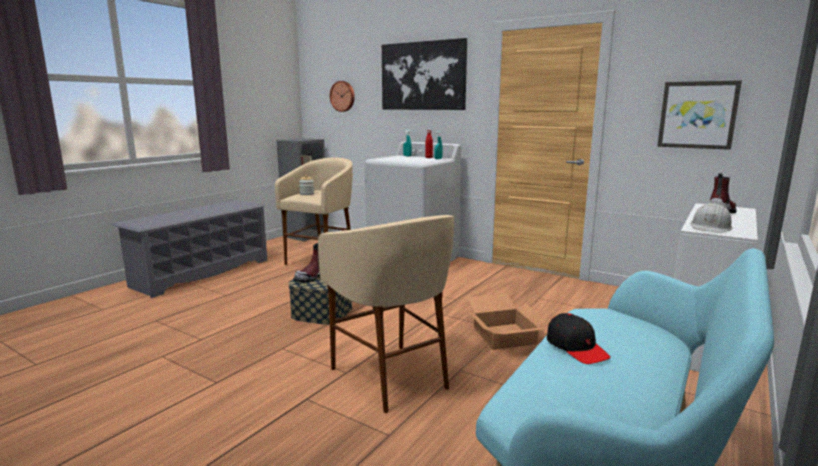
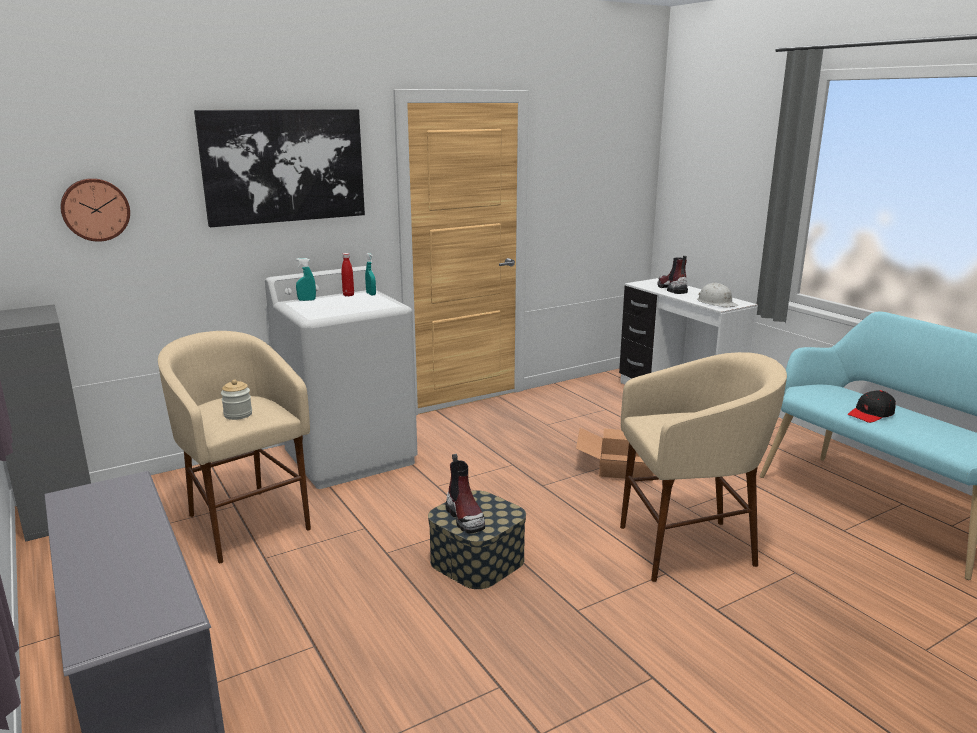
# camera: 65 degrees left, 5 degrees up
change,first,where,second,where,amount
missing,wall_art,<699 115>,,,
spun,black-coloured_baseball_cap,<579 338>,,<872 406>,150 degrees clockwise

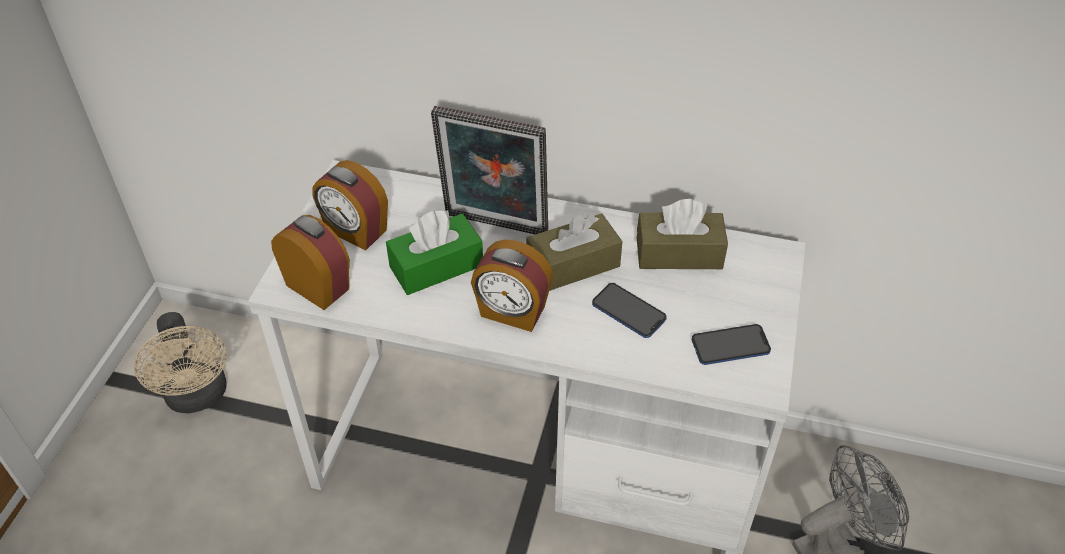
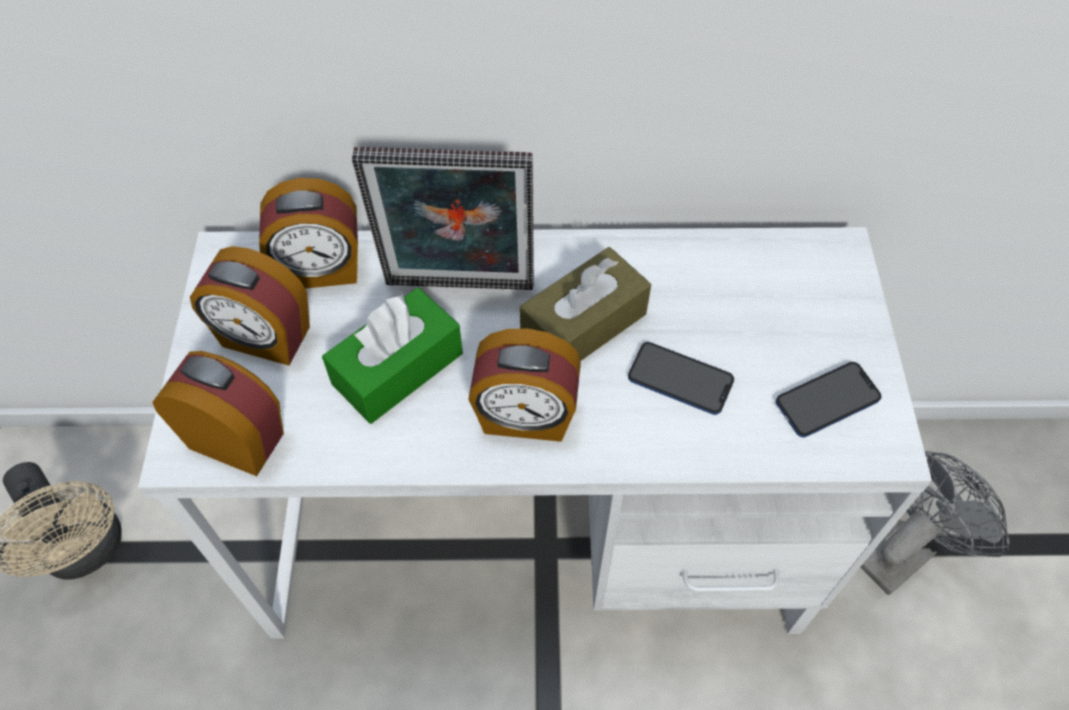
# camera: 15 degrees left, 10 degrees up
change,first,where,second,where,amount
missing,brown-coloured_box_of_tissues,<682 234>,,,
appeared,,,table_clock,<308 233>,

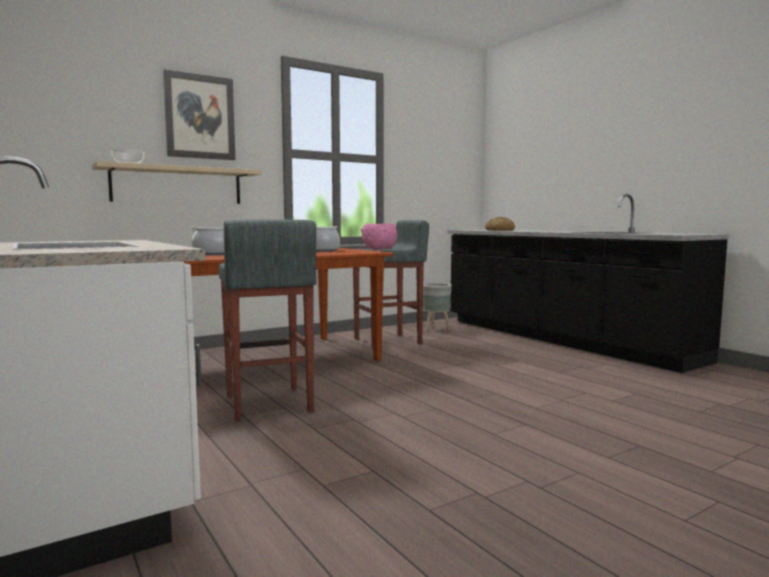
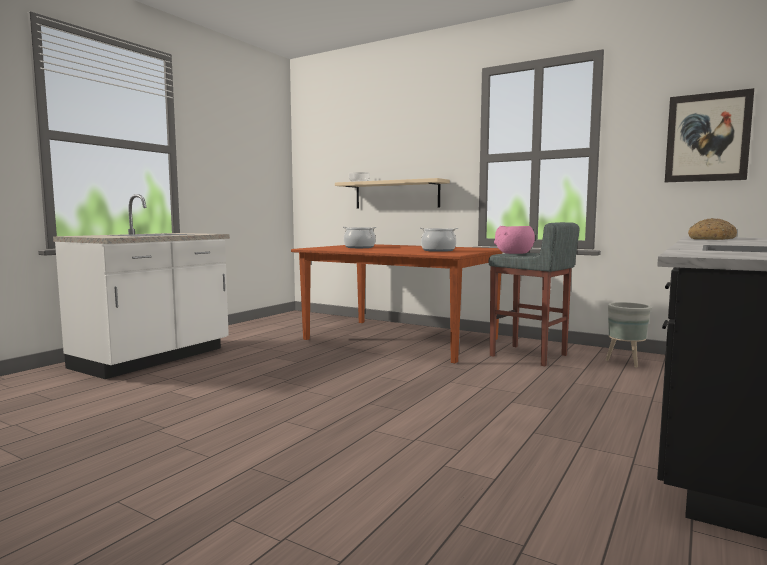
# camera: 65 degrees right, 0 degrees up
change,first,where,second,where,amount
missing,greyish_stool_seat,<267 320>,,,
relocated,wall_art,<199 114>,,<709 135>,

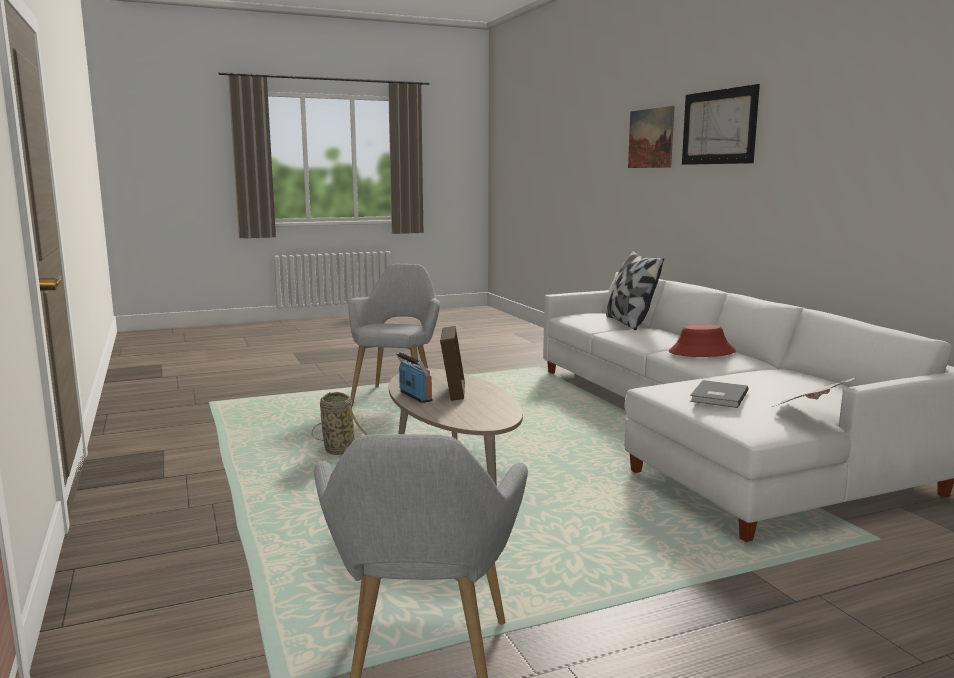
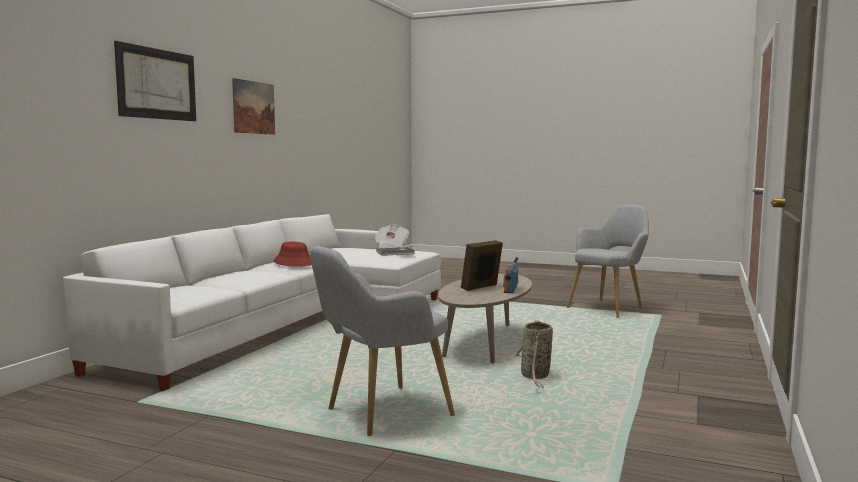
# camera: 135 degrees left, 5 degrees down
change,first,where,second,where,amount
missing,throw_pillow,<635 290>,,,
relocated,wall_art,<651 137>,,<253 106>,

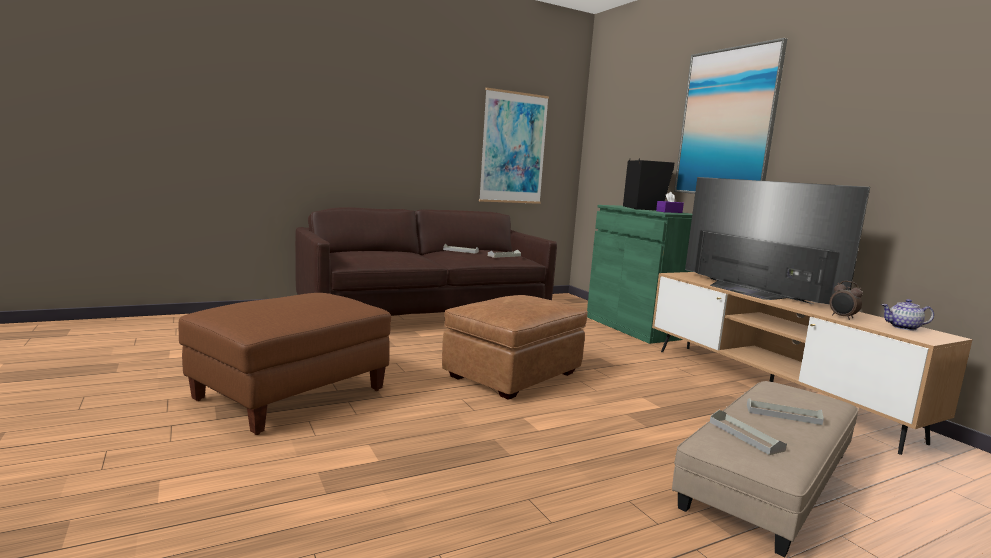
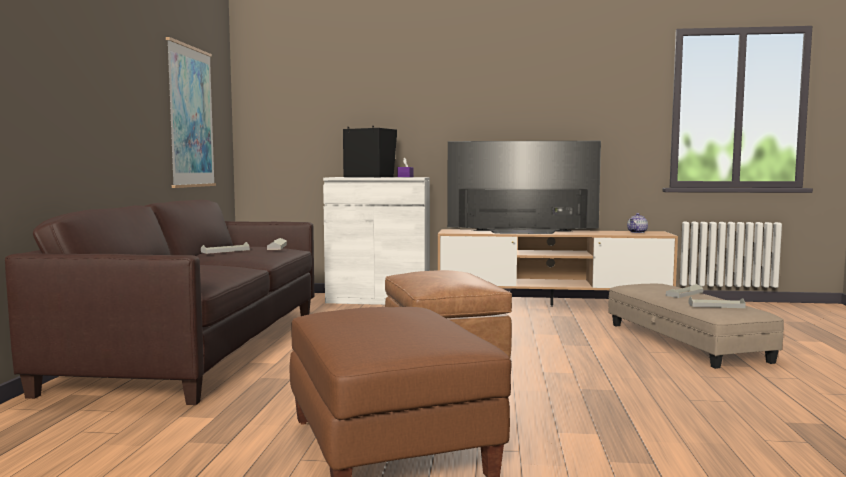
# camera: 55 degrees left, 5 degrees down
change,first,where,second,where,amount
missing,wall_art,<730 116>,,,
missing,table_clock,<846 300>,,,
colour,greenish_storage_cabinet,<639 274>,white_storage_cabinet,<376 241>,

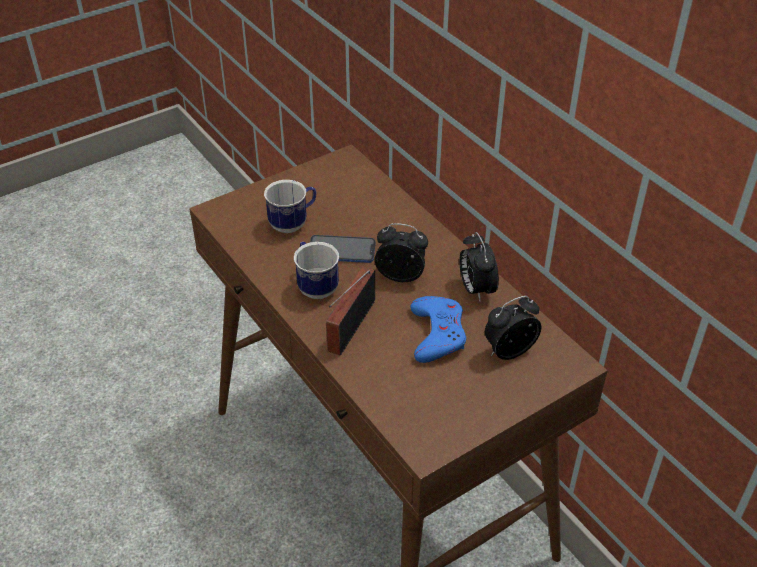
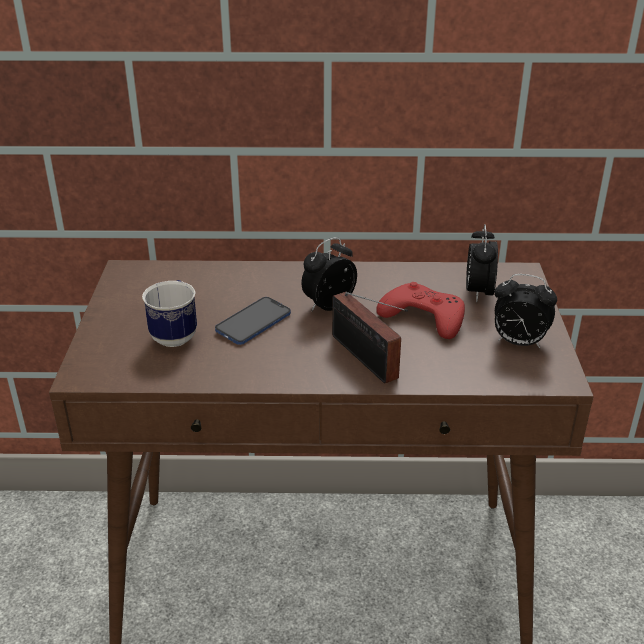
# camera: 55 degrees left, 10 degrees down
change,first,where,second,where,amount
missing,tea_mug,<316 270>,,,
relocated,table_clock,<479 267>,,<526 311>,
colour,blue_joypad,<438 329>,reddish_joypad,<420 310>,

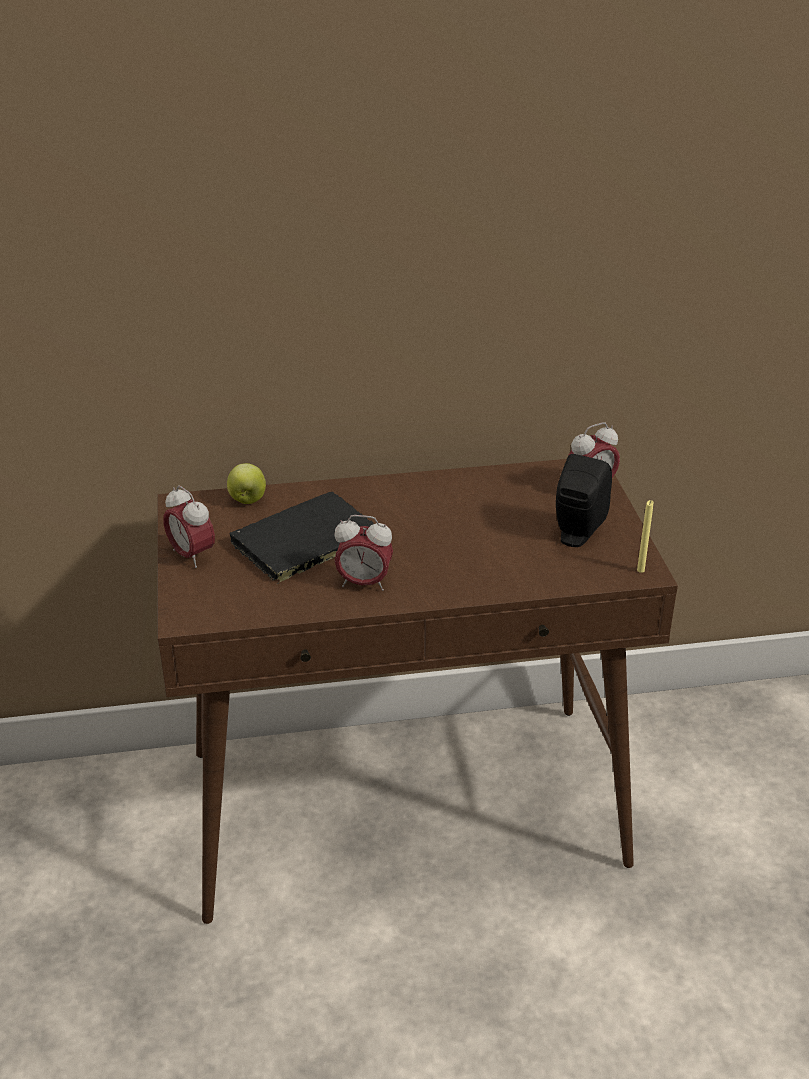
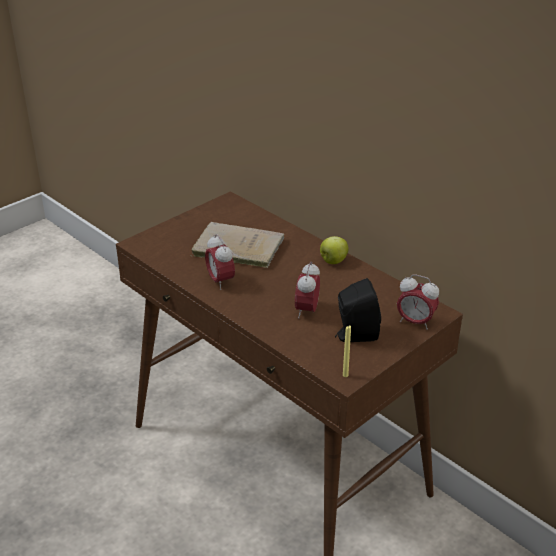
# camera: 55 degrees right, 0 degrees up
change,first,where,second,where,amount
relocated,table_clock,<189 526>,,<307 290>,
relocated,apple,<246 483>,,<334 250>,
colour,black-coloured_volume,<301 538>,beige_volume,<238 245>,

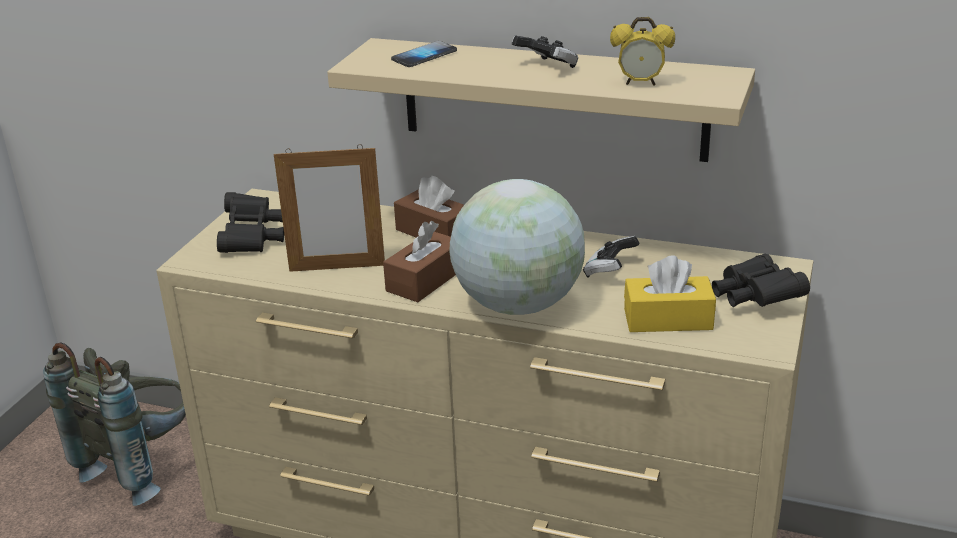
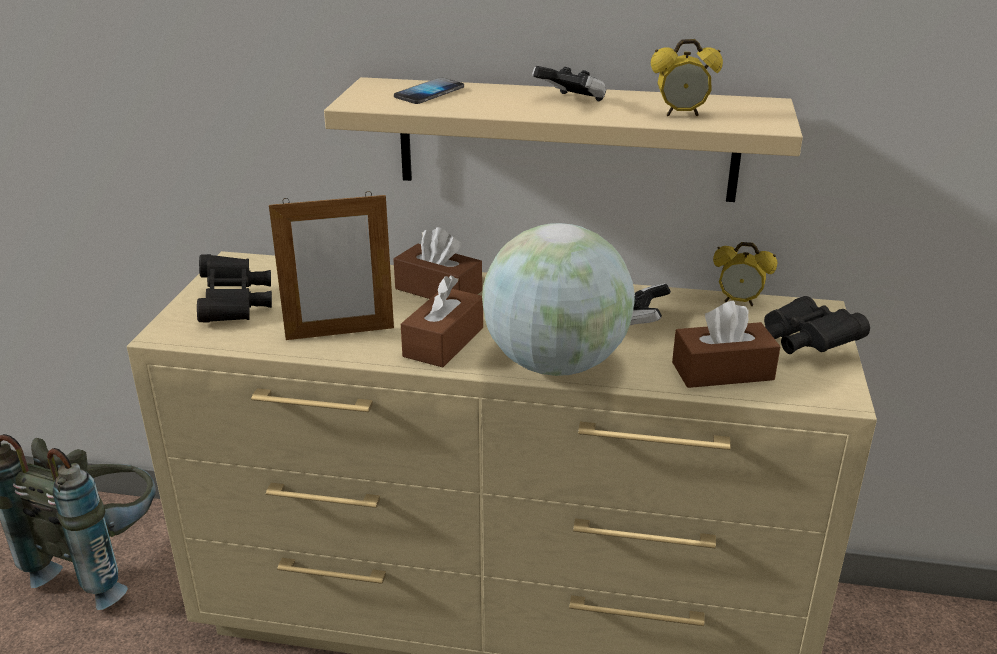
# camera: 10 degrees left, 0 degrees up
change,first,where,second,where,amount
appeared,,,table_clock,<745 274>,
colour,yellow-coloured_box_of_tissues,<670 293>,brown-coloured_box_of_tissues,<726 344>,

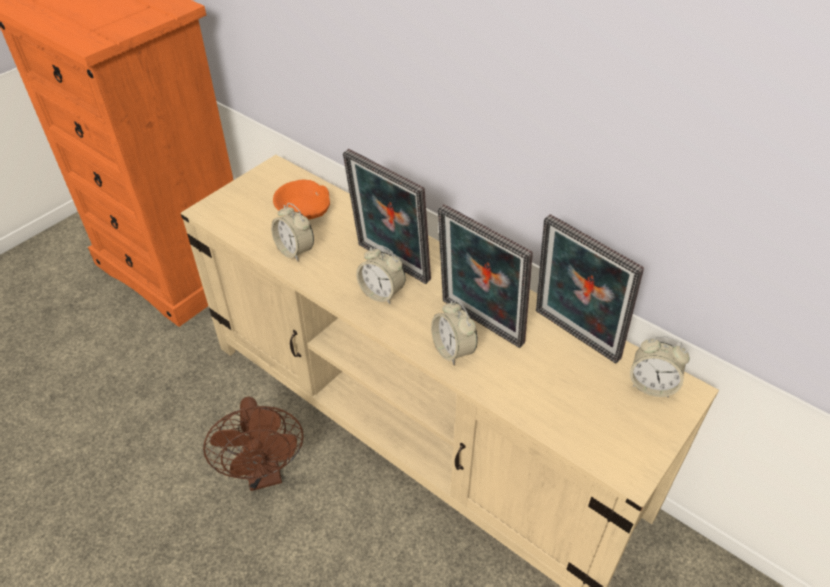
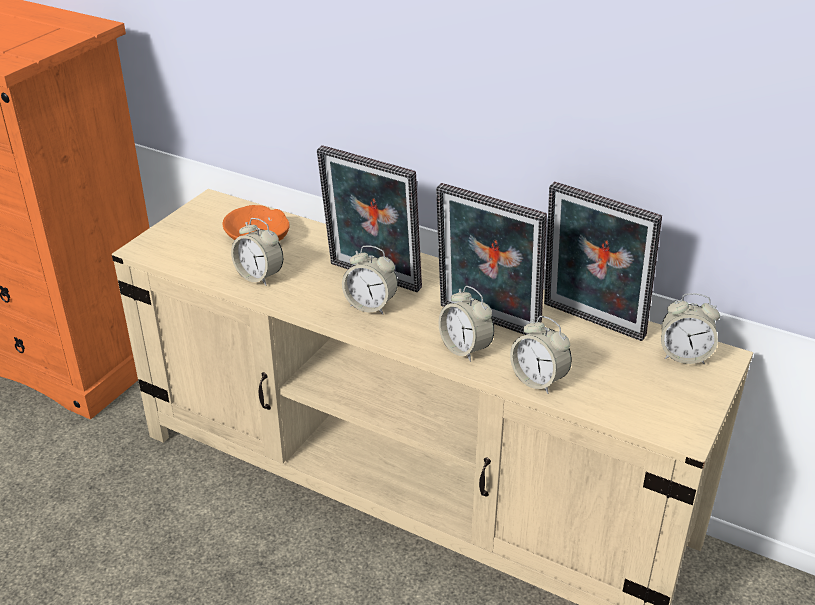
# camera: 10 degrees left, 10 degrees down
change,first,where,second,where,amount
missing,brown-coloured_electric_fan,<253 444>,,,
appeared,,,table_clock,<541 355>,

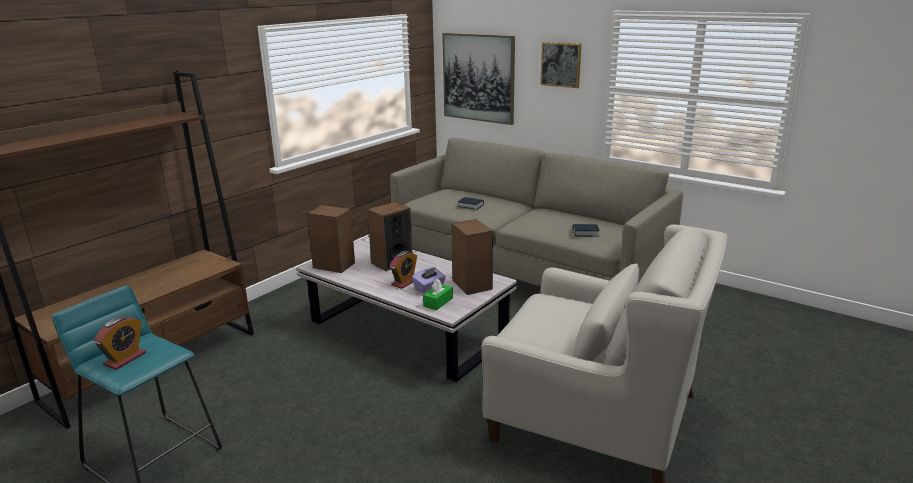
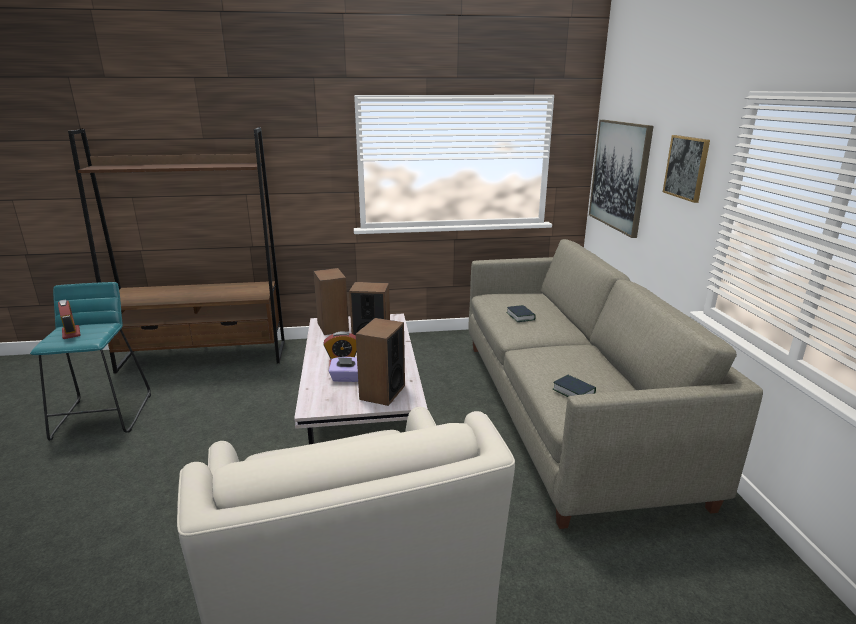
# camera: 45 degrees right, 0 degrees up
change,first,where,second,where,amount
missing,greenish_box_of_tissues,<438 294>,,,
spun,table_clock,<120 343>,,<69 319>,105 degrees counterclockwise

